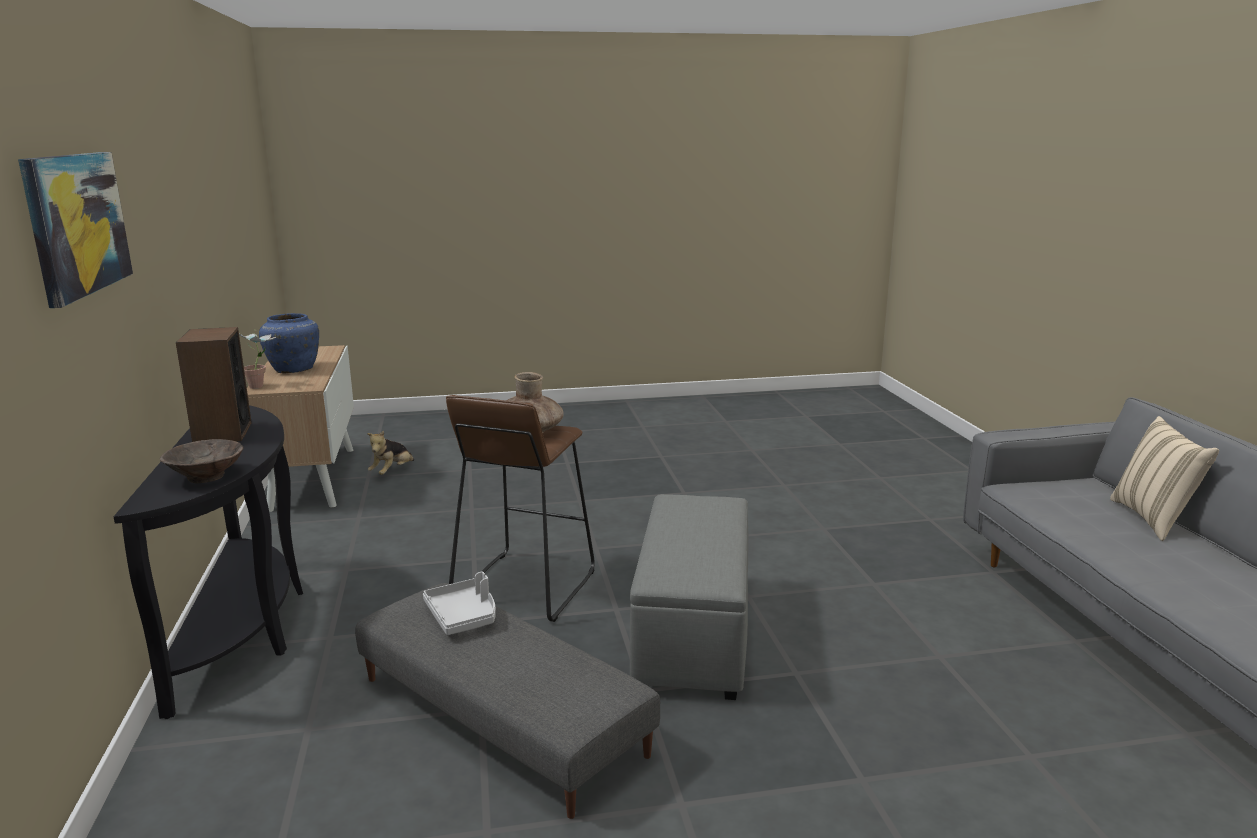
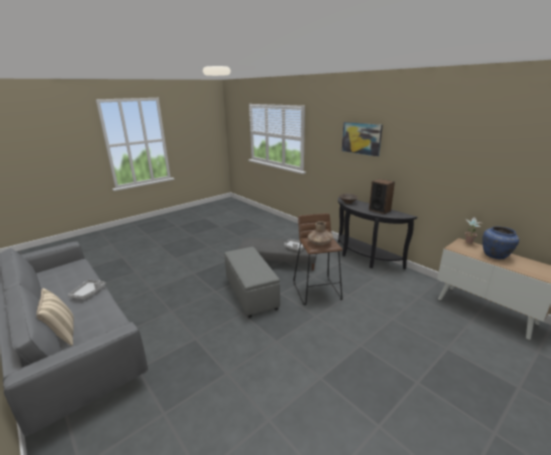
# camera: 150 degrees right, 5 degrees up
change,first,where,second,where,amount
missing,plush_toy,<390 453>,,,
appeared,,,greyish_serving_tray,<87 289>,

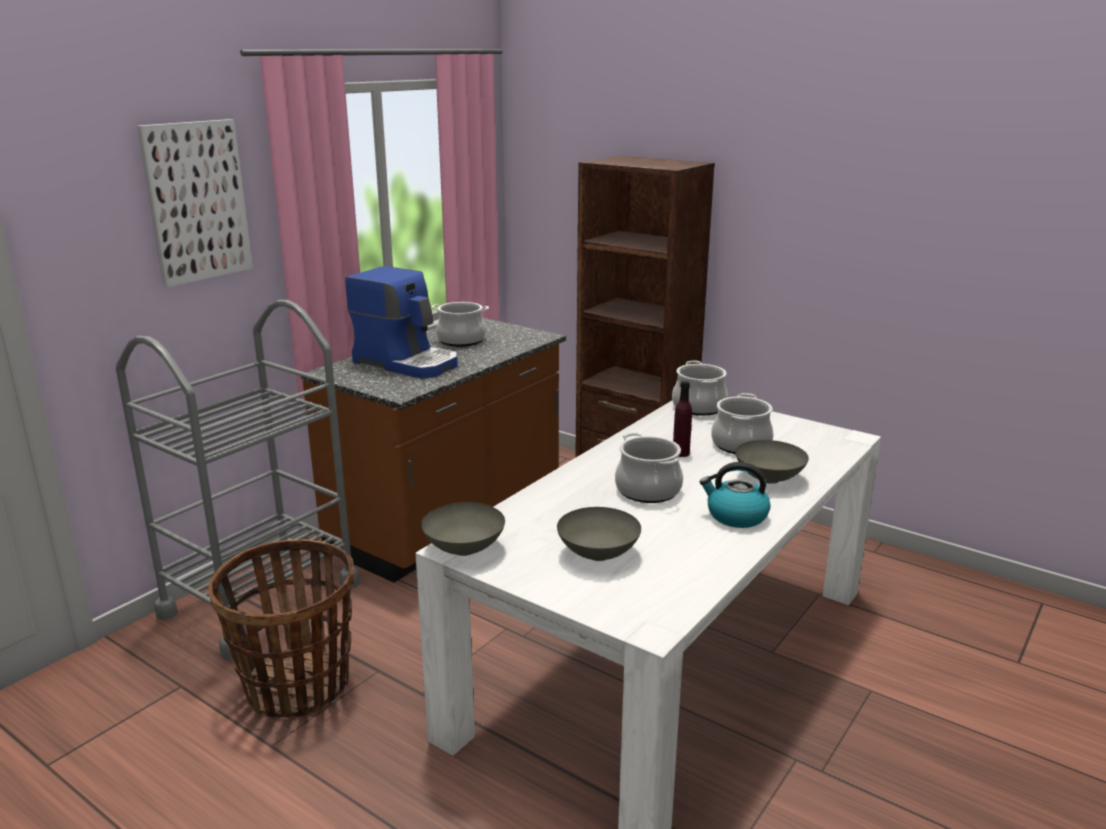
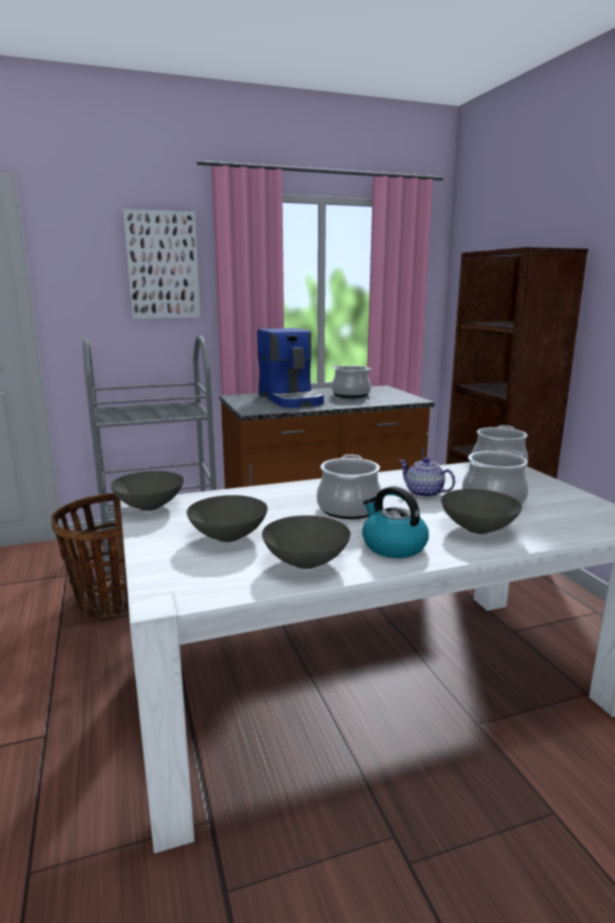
# camera: 35 degrees right, 5 degrees down
change,first,where,second,where,amount
appeared,,,greyish_bowl,<306 542>,
exchanged,purple-coloured_drink_bottle,<682 419>,pot_for_tea,<427 477>,

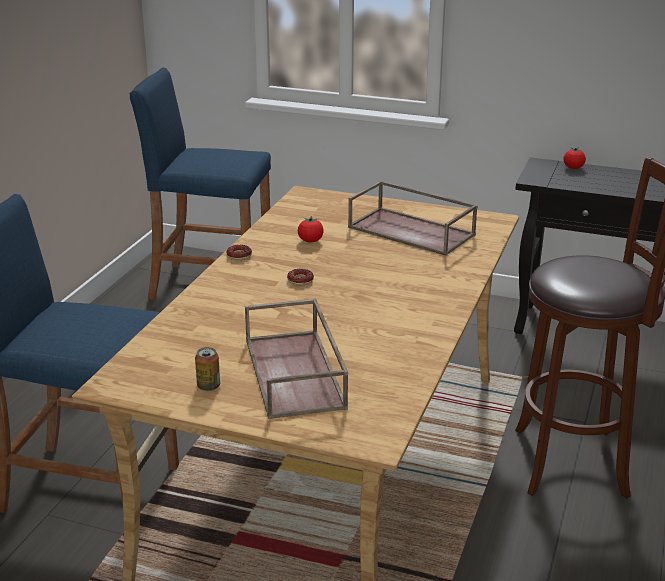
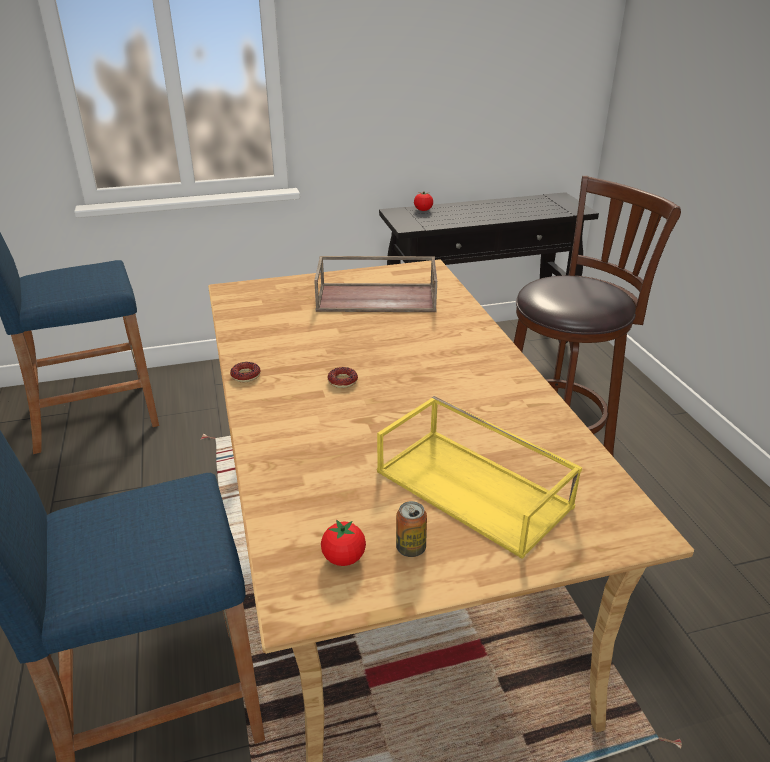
# camera: 35 degrees left, 5 degrees up
change,first,where,second,where,amount
relocated,fresh_tomato,<311 229>,,<343 543>,
colour,brown-coloured_serving_tray,<296 358>,yellow-coloured_serving_tray,<479 477>,

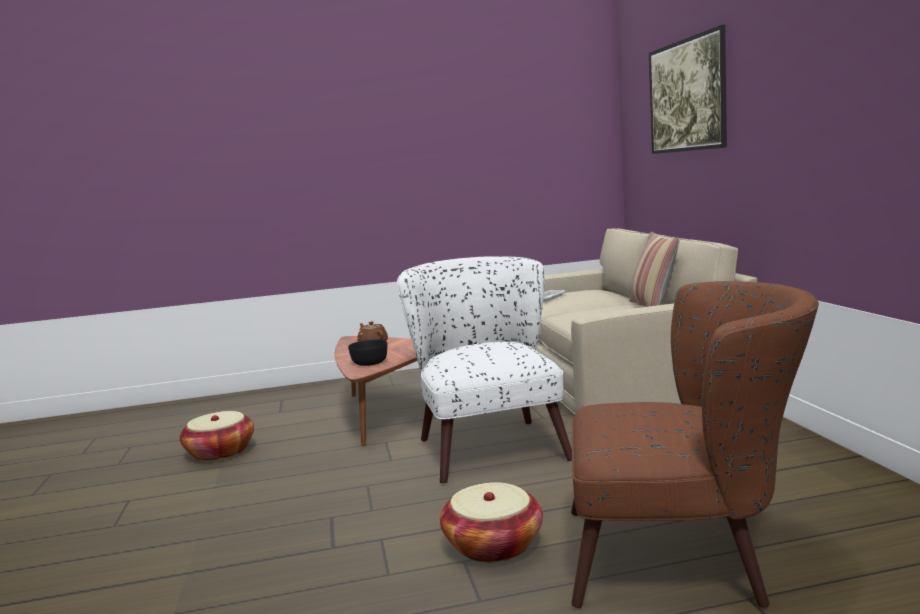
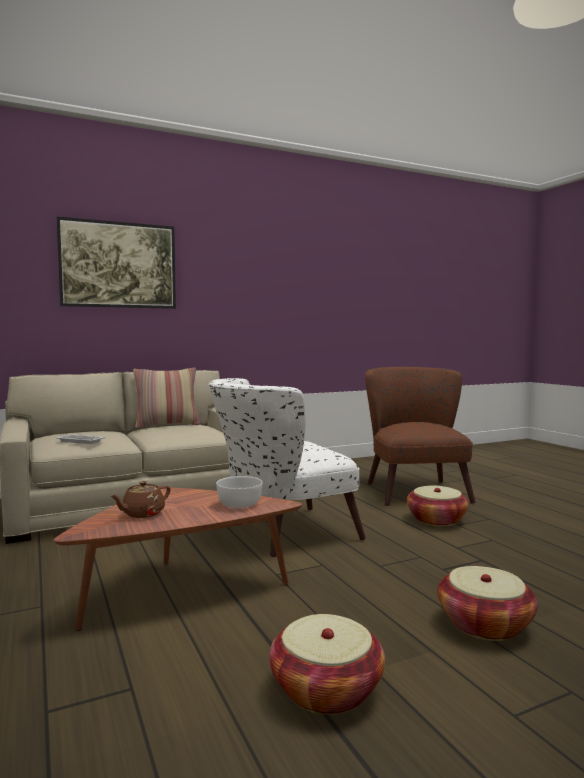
# camera: 105 degrees left, 5 degrees down
change,first,where,second,where,amount
appeared,,,basket,<488 603>,
colour,black-coloured_bowl,<367 353>,white_bowl,<239 492>,

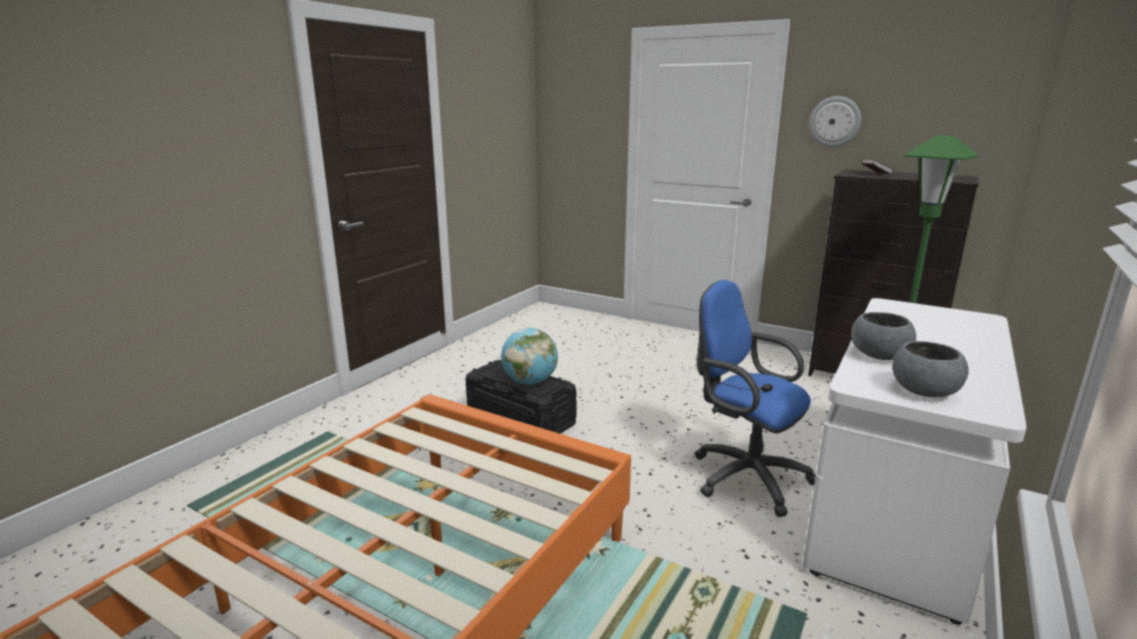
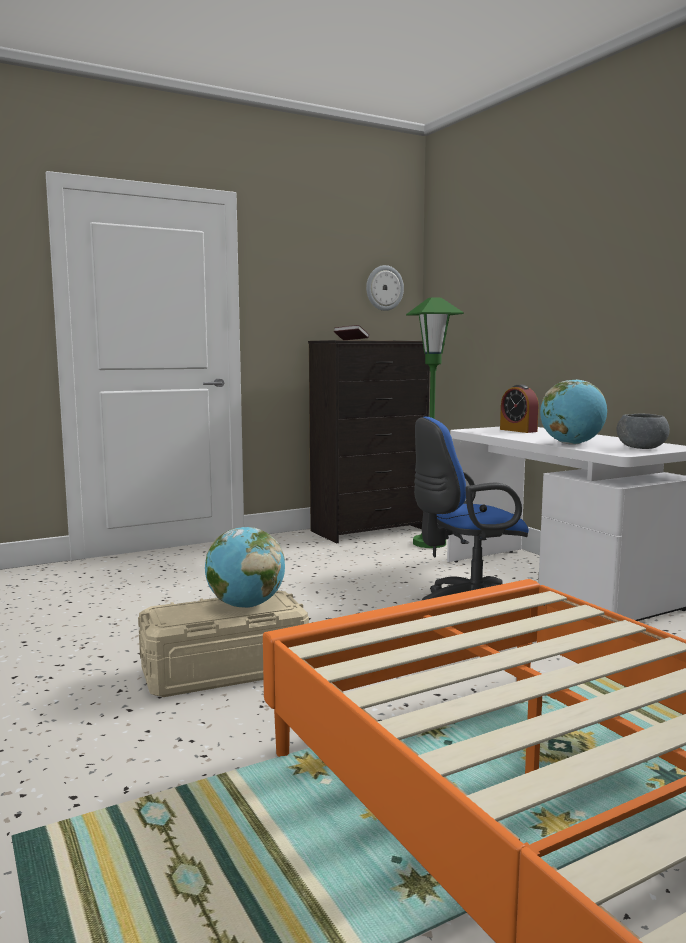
# camera: 60 degrees left, 10 degrees down
change,first,where,second,where,amount
appeared,,,table_clock,<519 409>,
relocated,wall_clock,<835 121>,,<385 288>,
exchanged,greyish_bowl,<883 336>,world_globe,<573 412>,
colour,black-coloured_storage_box,<521 397>,beige_storage_box,<223 643>,

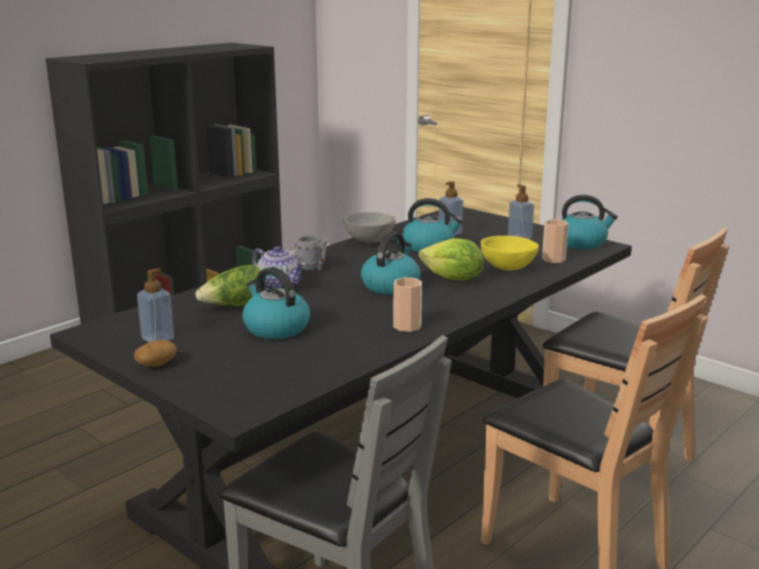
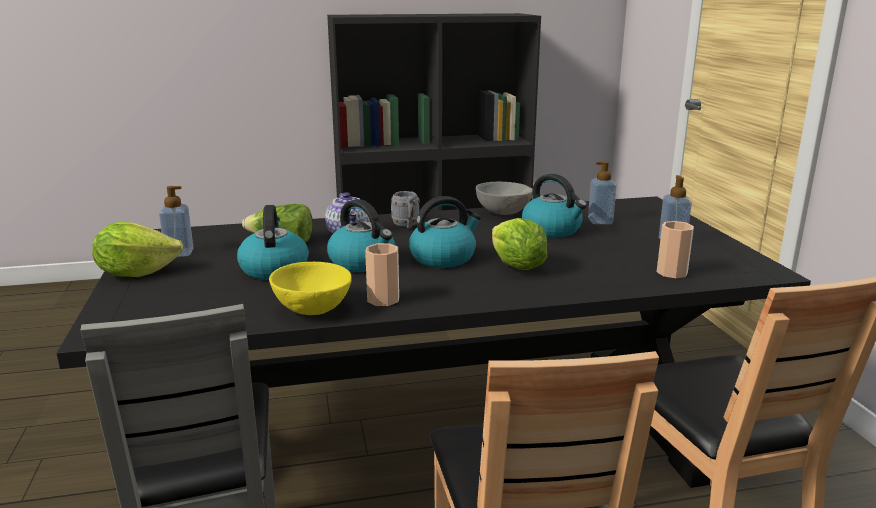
# camera: 35 degrees right, 0 degrees up
change,first,where,second,where,amount
relocated,yellow-coloured_bowl,<510 253>,,<310 288>,
relocated,tea_kettle,<589 222>,,<361 235>,
exchanged,potato,<155 353>,head_of_lettuce,<137 249>,

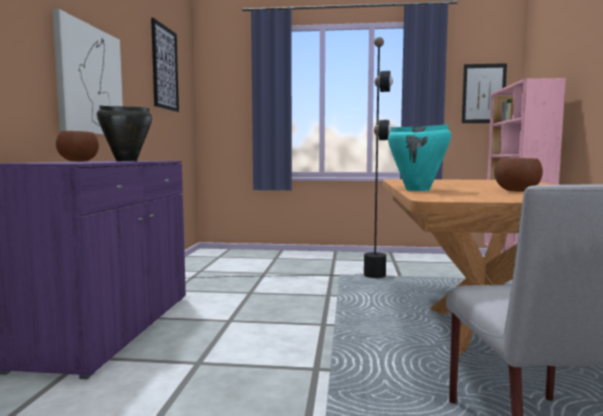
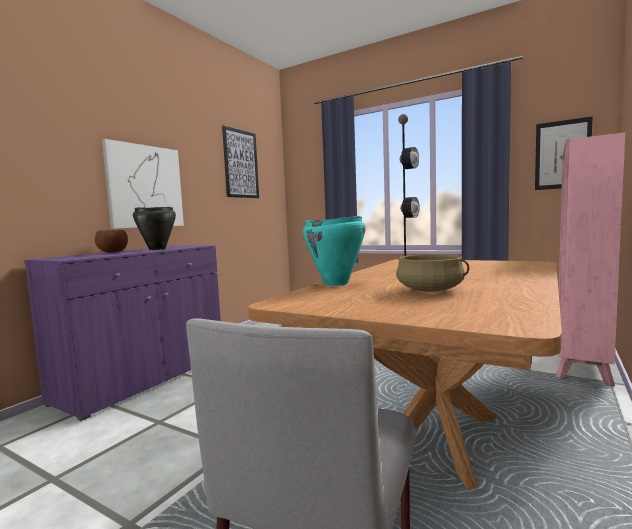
# camera: 25 degrees right, 0 degrees up
change,first,where,second,where,amount
exchanged,brown-coloured_bowl,<518 175>,beige_saucepot,<432 273>,

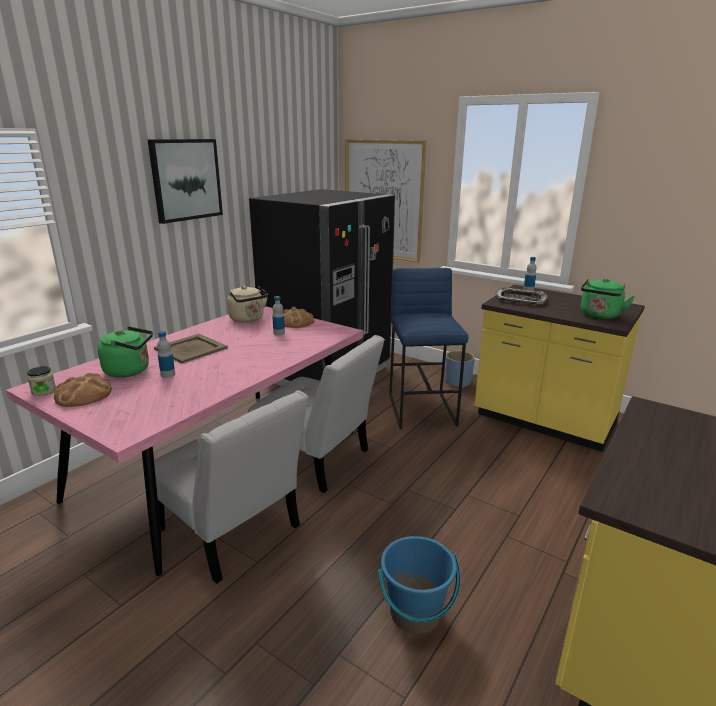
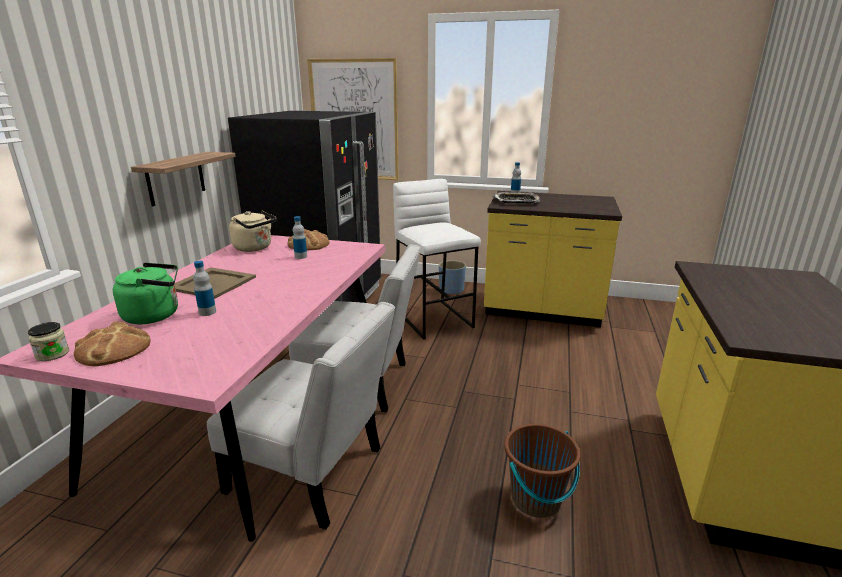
# camera: 20 degrees left, 0 degrees up
change,first,where,second,where,amount
missing,wall_art,<185 181>,,,
missing,greenish_tea_kettle,<608 298>,,,
appeared,,,wall_shelf,<183 179>,
colour,blue_pail,<419 585>,brown-coloured_pail,<542 470>,
colour,blue_stool_seat,<428 348>,white_stool_seat,<437 259>,

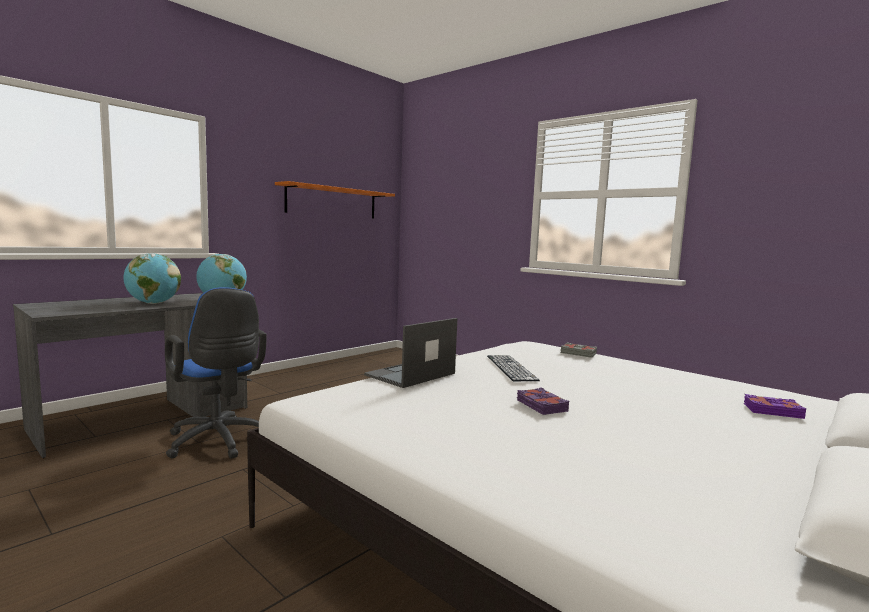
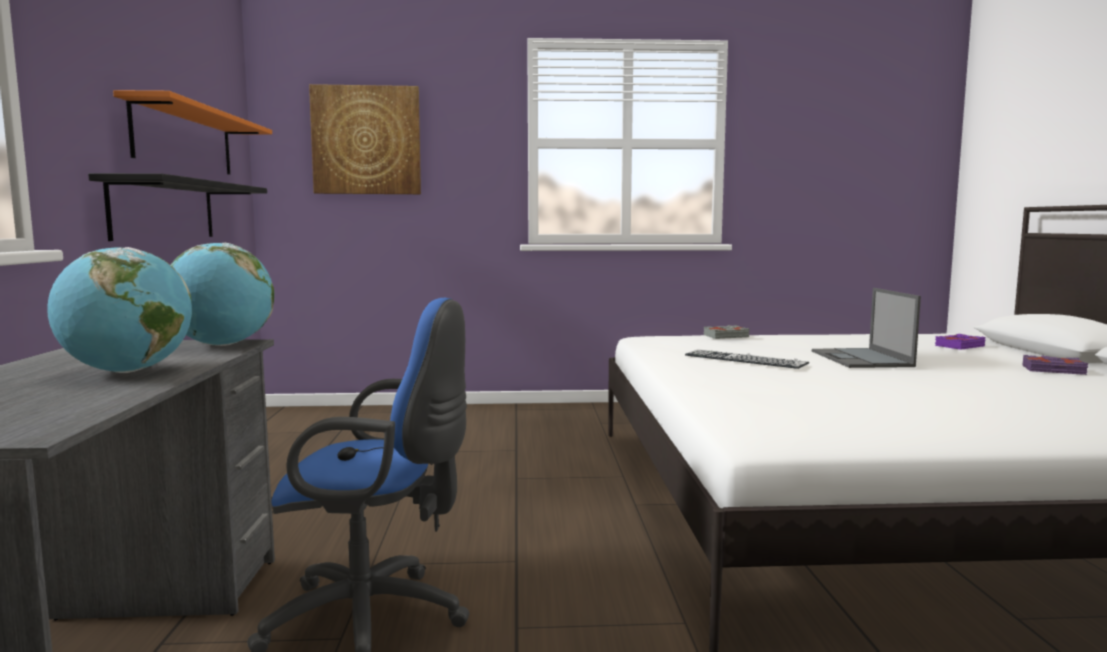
# camera: 45 degrees left, 0 degrees up
change,first,where,second,where,amount
appeared,,,black-coloured_wall_shelf,<177 207>,
appeared,,,wall_art,<365 139>,
relocated,laptop,<410 353>,,<866 328>,
relocated,purple-coloured_volume,<543 401>,,<1055 365>,

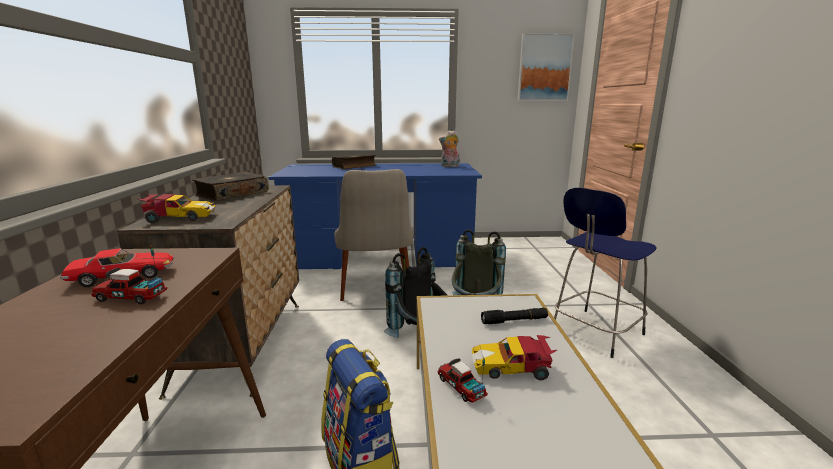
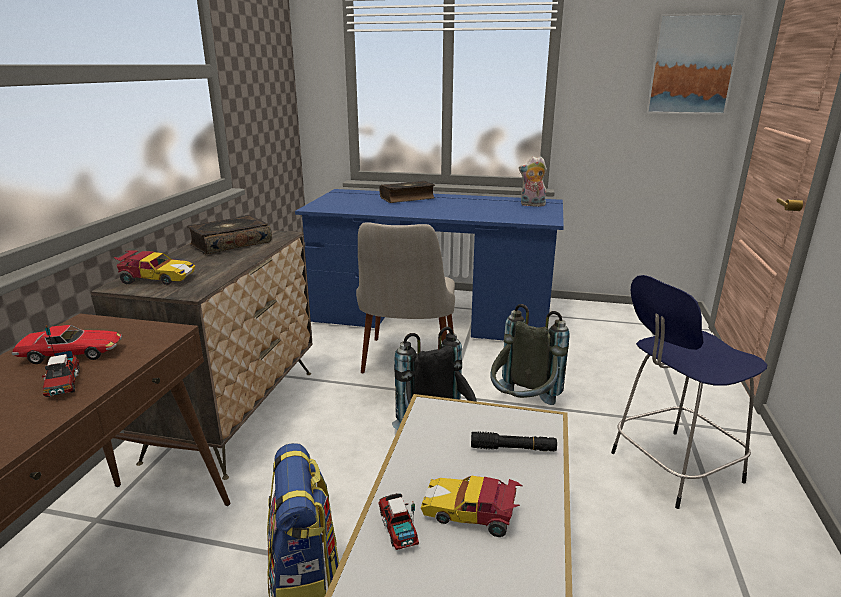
# camera: 15 degrees right, 5 degrees up
change,first,where,second,where,amount
spun,toy_lorry,<129 274>,,<61 361>,135 degrees counterclockwise

